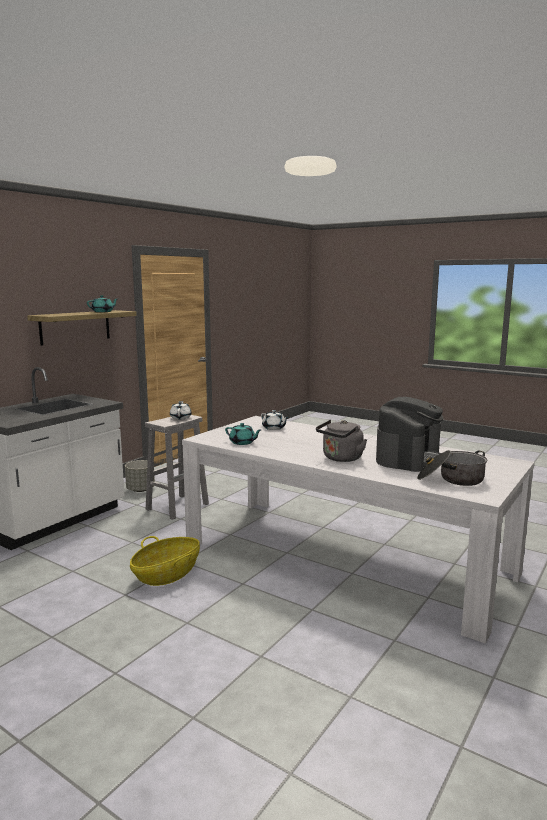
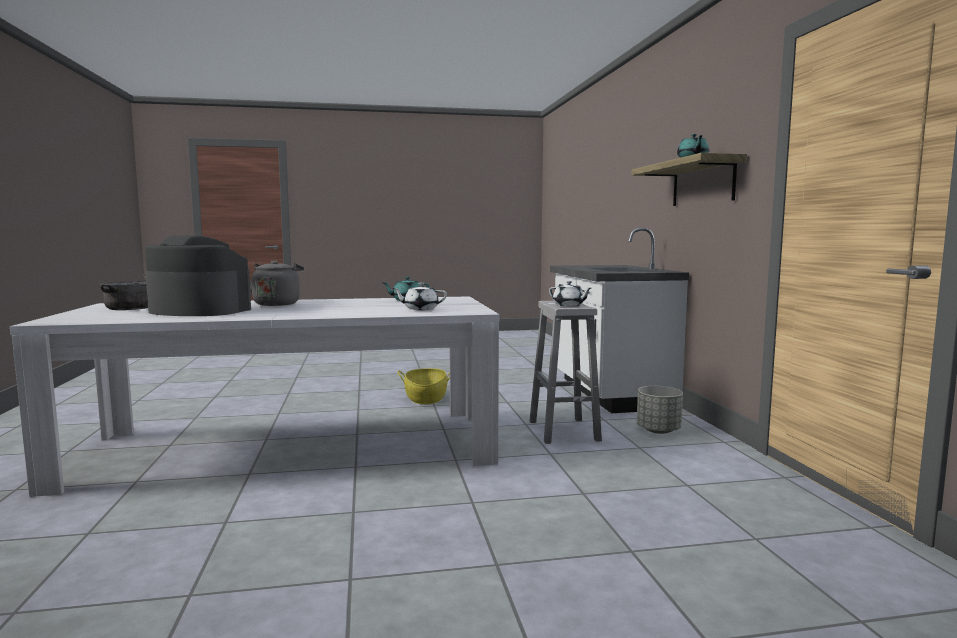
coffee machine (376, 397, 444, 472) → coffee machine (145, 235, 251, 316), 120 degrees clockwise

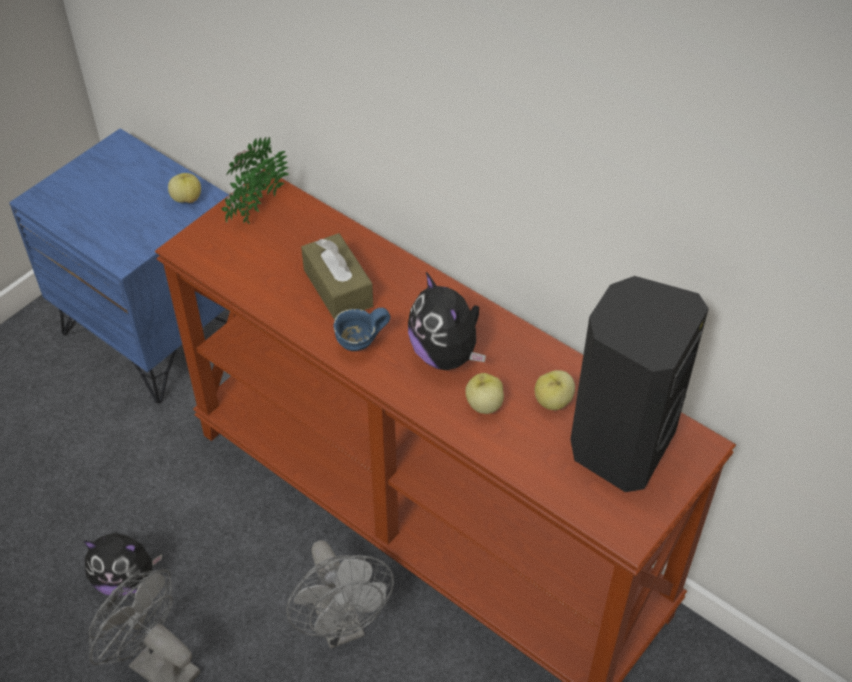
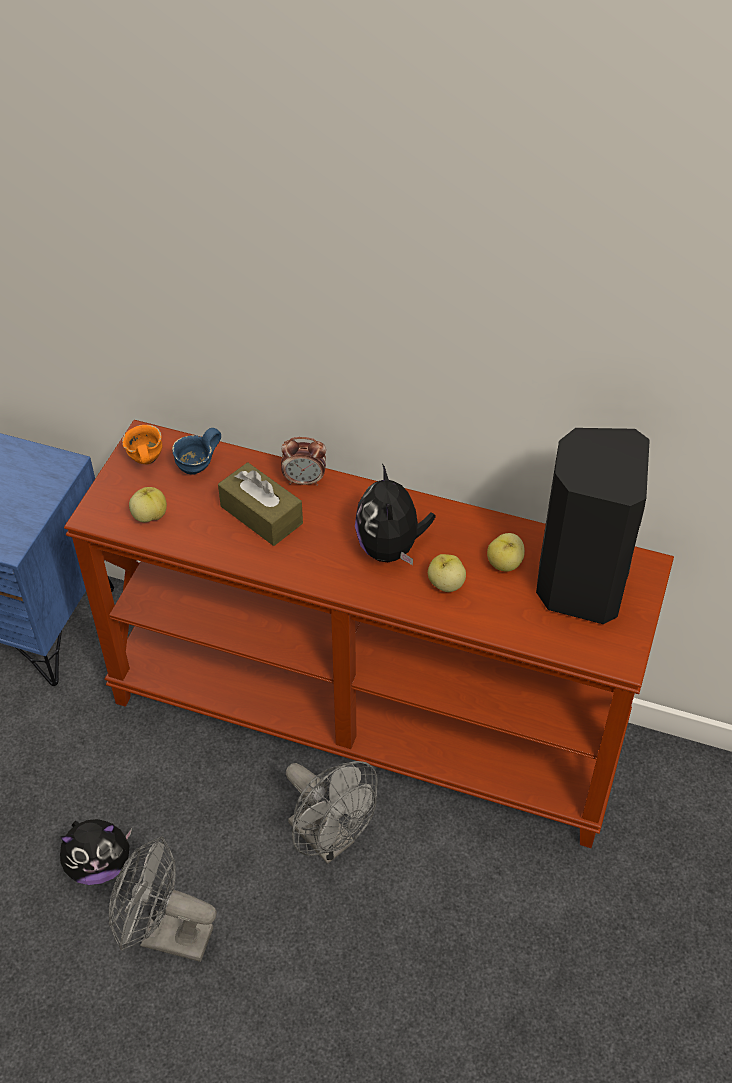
- → alarm clock (281, 437, 326, 486)
apple (168, 173, 201, 203) → apple (129, 487, 167, 522), move
blue mug (334, 308, 390, 351) → blue mug (172, 428, 221, 475), move
potted plant (221, 137, 289, 224) → orange mug (122, 425, 162, 464)
plush toy (408, 272, 486, 370) → plush toy (355, 464, 436, 565), 45 degrees clockwise

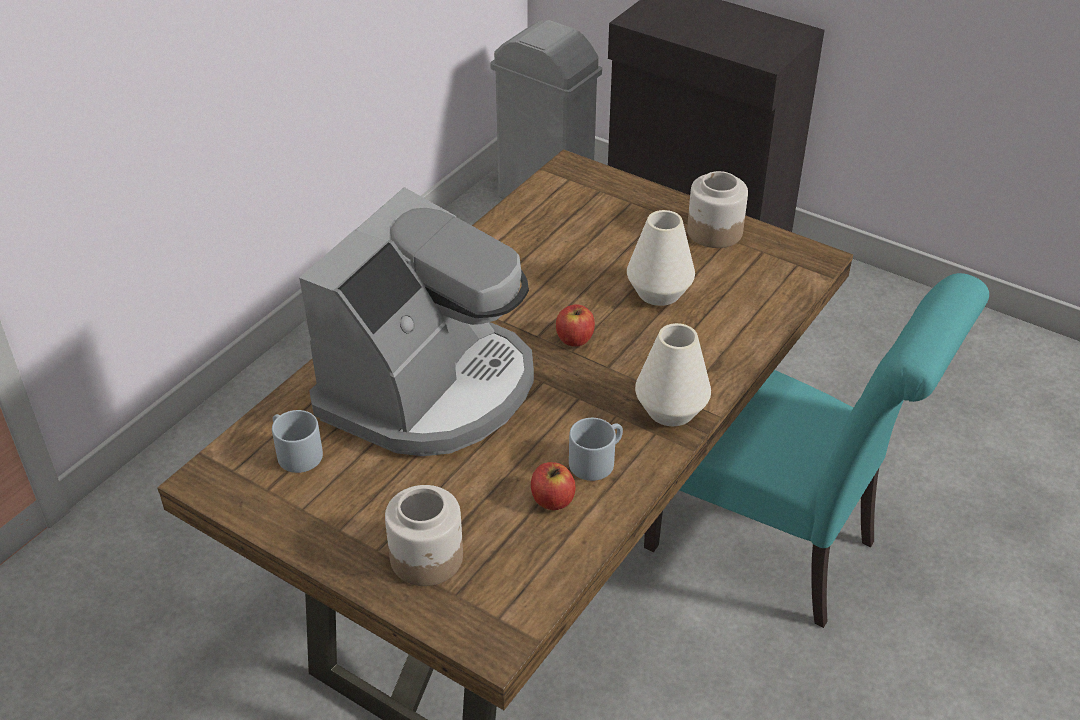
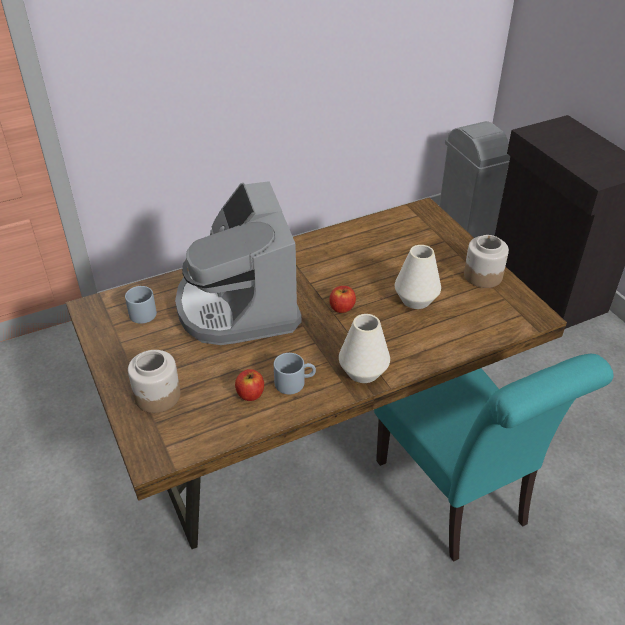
coffee machine (299, 187, 534, 456) → coffee machine (175, 181, 302, 345), 105 degrees clockwise

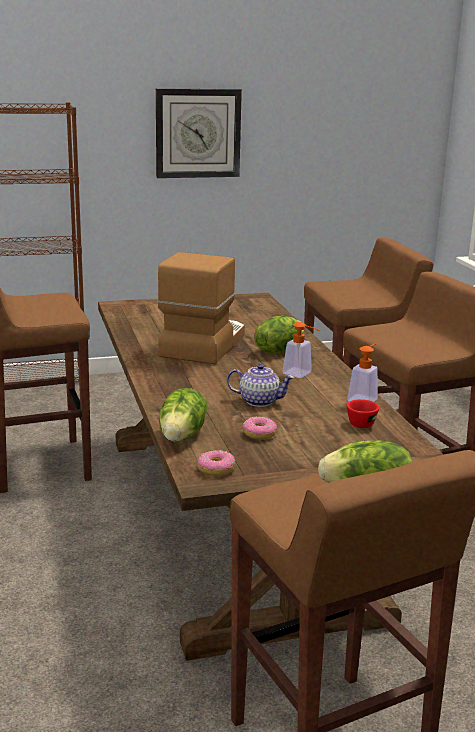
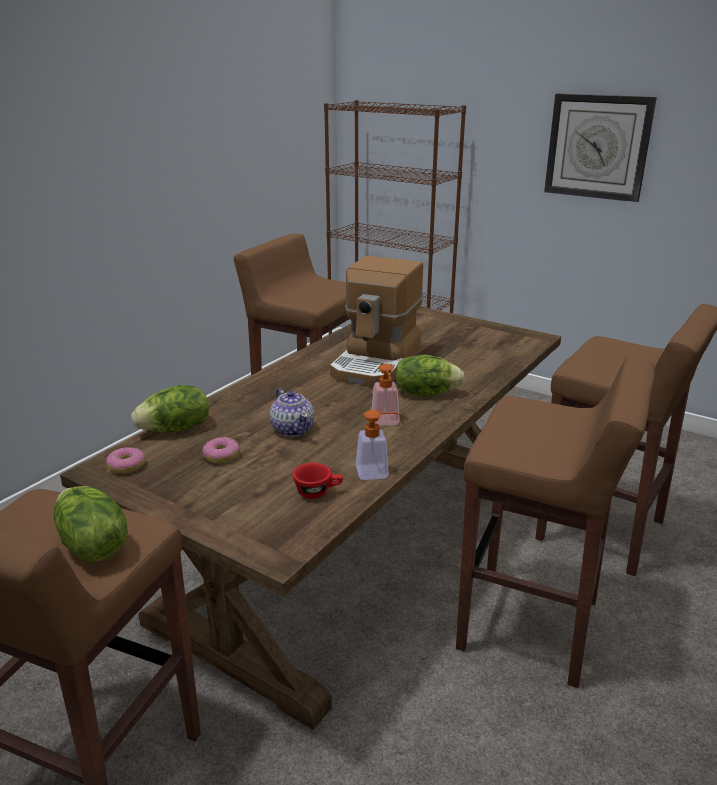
coffee machine (157, 252, 245, 364) → coffee machine (330, 256, 423, 388), 135 degrees clockwise

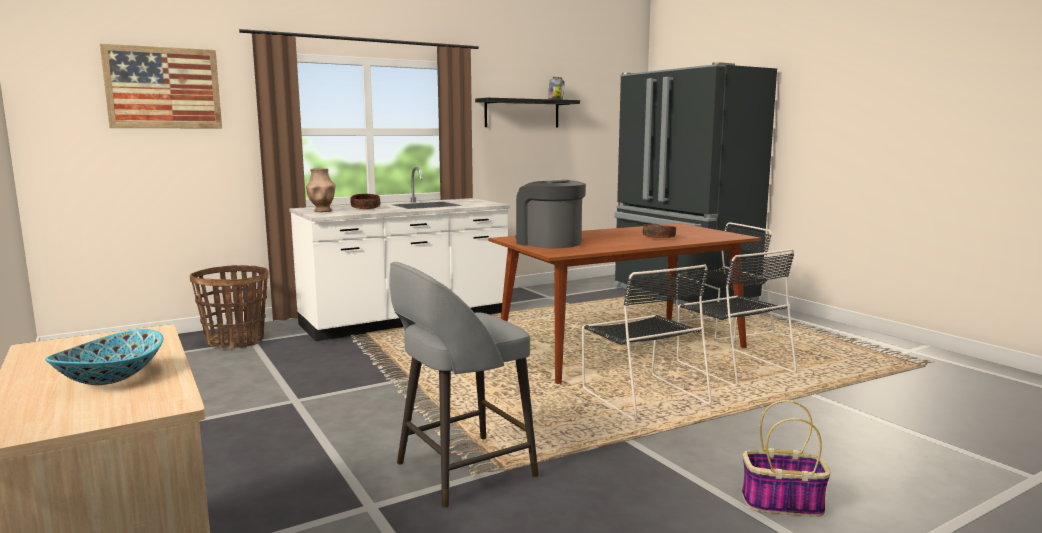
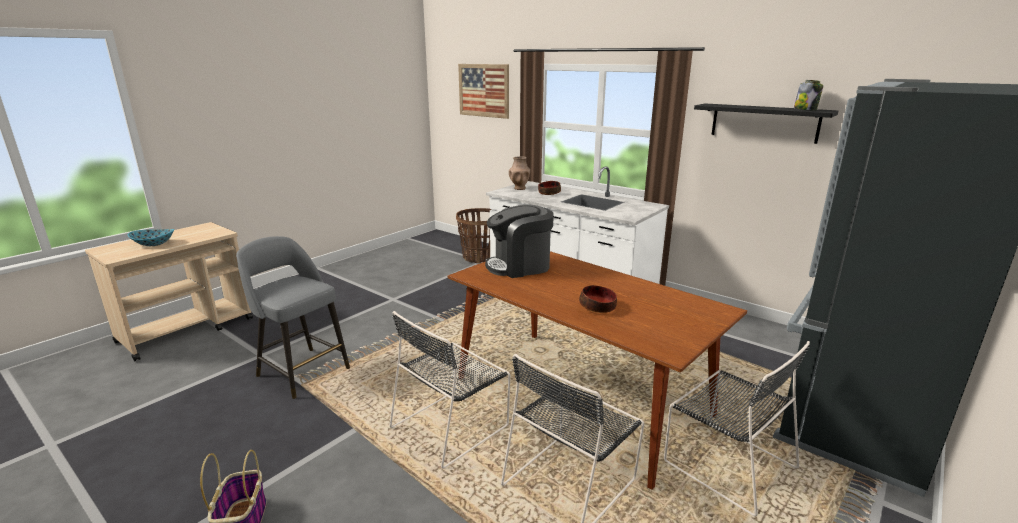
coffee machine (516, 180, 586, 249) → coffee machine (485, 205, 554, 278), 135 degrees counterclockwise

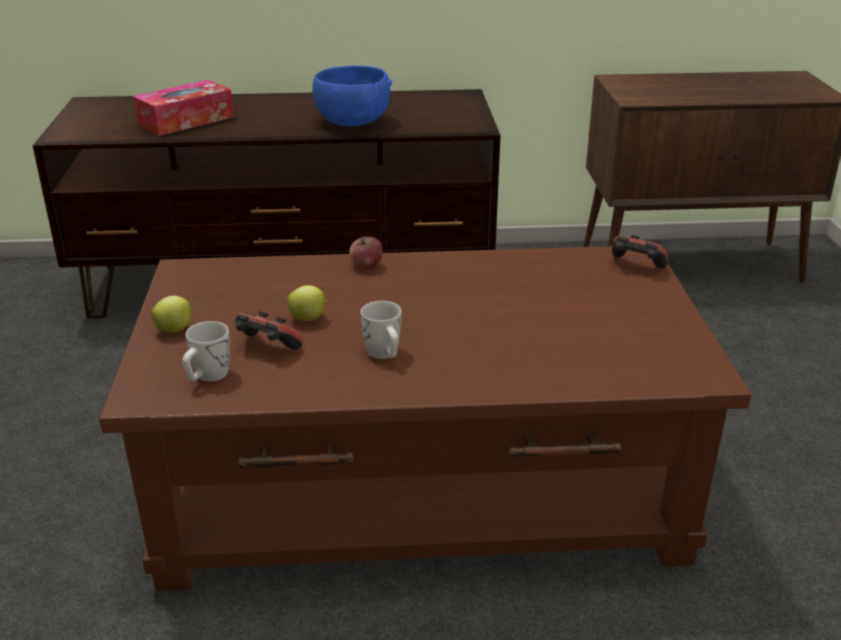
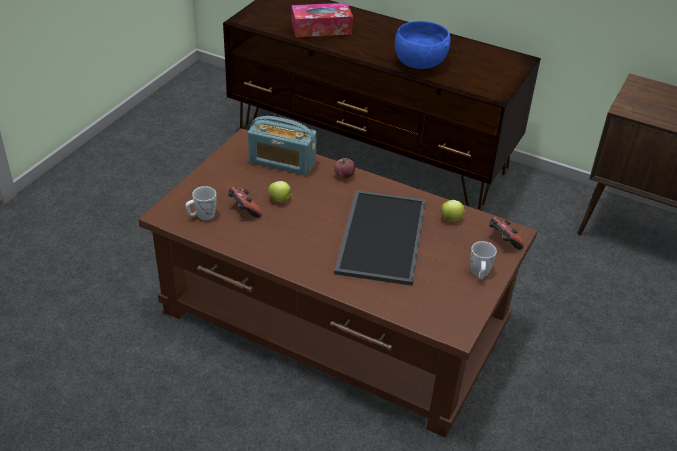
- → radio (248, 116, 317, 176)
- → tray (334, 190, 426, 286)
apple (151, 296, 194, 332) → apple (441, 200, 466, 222), move
white mug (361, 301, 401, 359) → white mug (470, 241, 497, 279), move

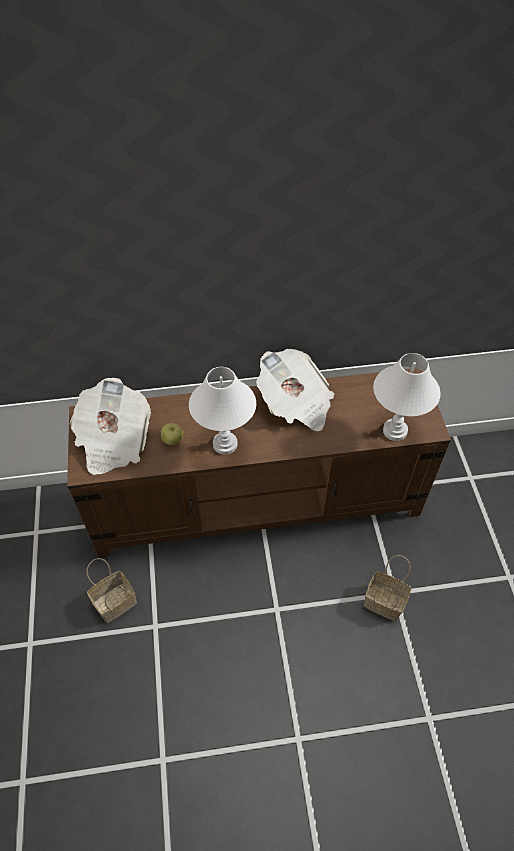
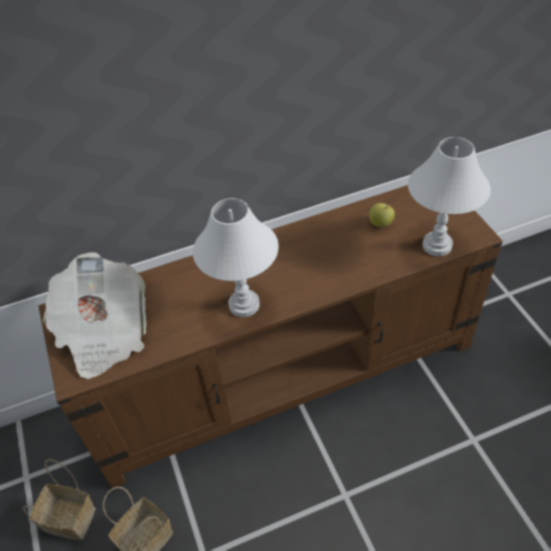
newspaper (256, 349, 334, 431) → -
apple (161, 423, 183, 445) → apple (369, 203, 395, 227), move
basket (364, 555, 411, 621) → basket (23, 459, 95, 540), move

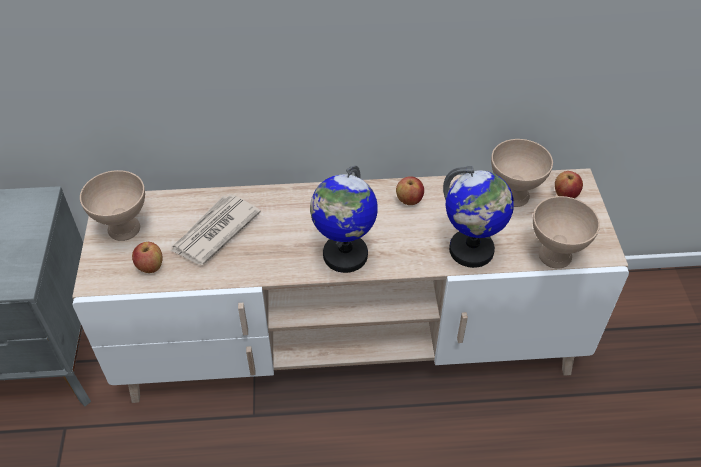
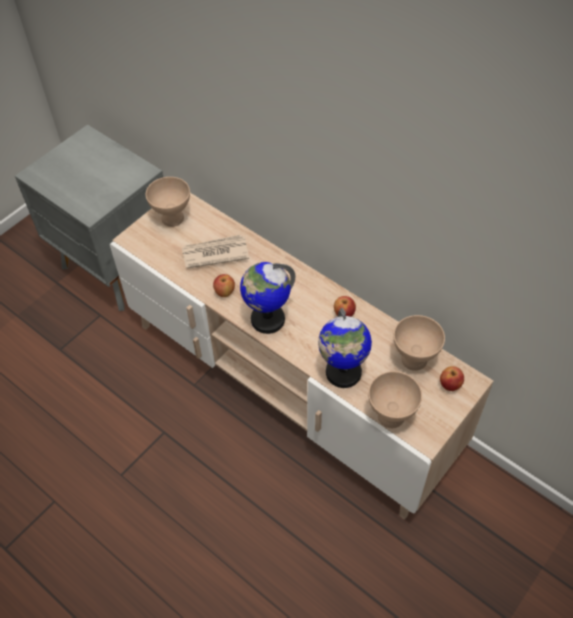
apple (132, 242, 163, 273) → apple (213, 274, 235, 297), move

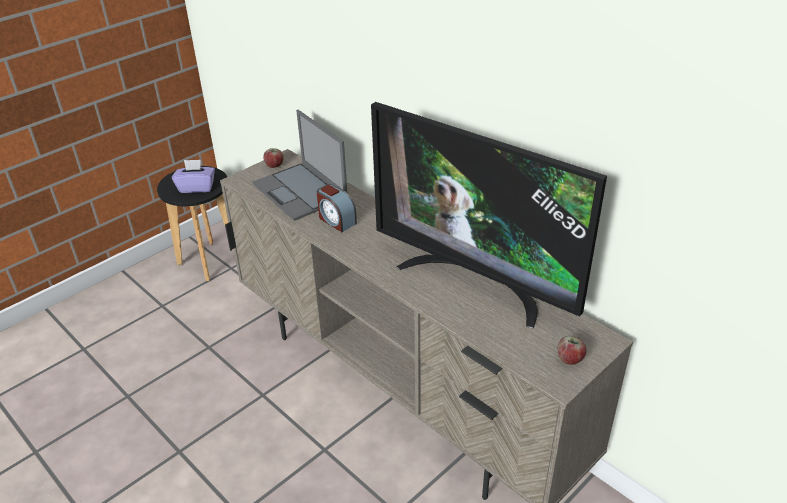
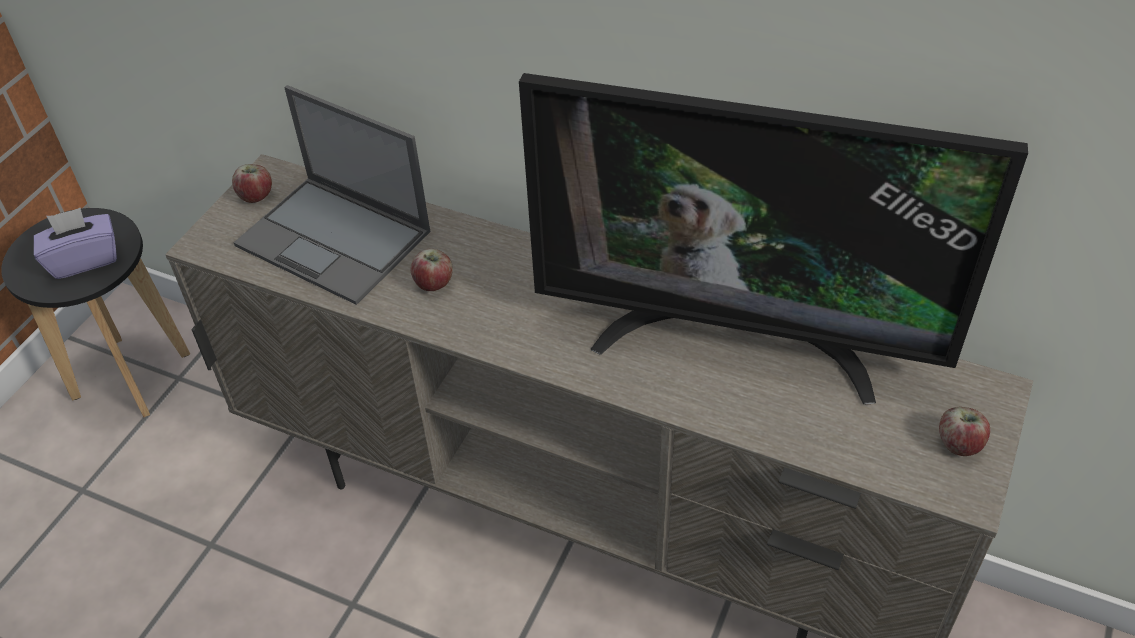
alarm clock (317, 184, 357, 232) → apple (411, 249, 453, 291)

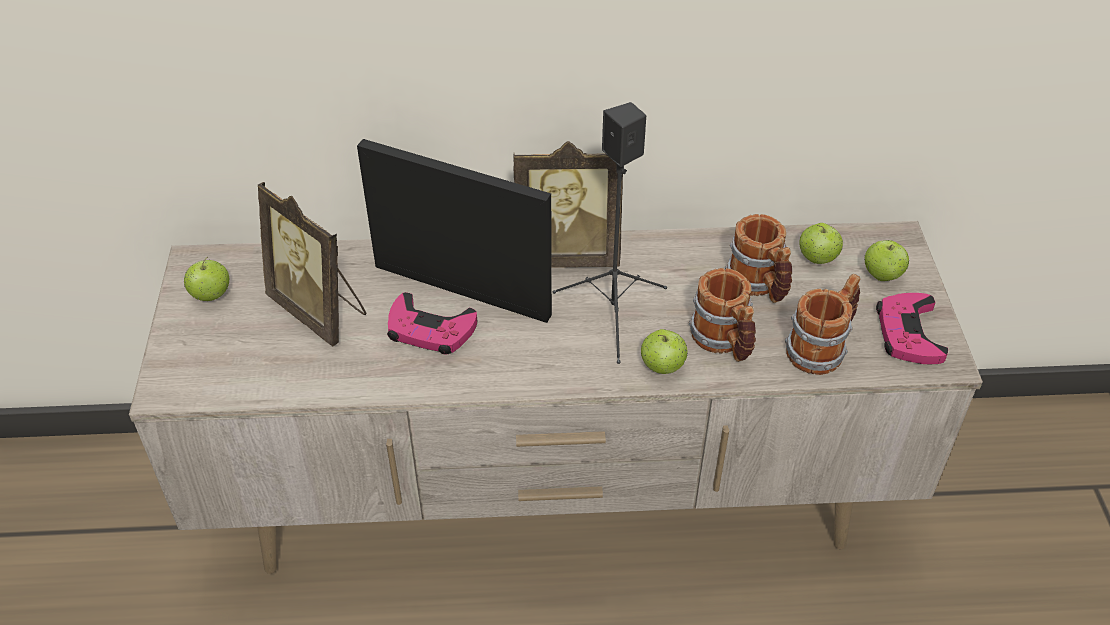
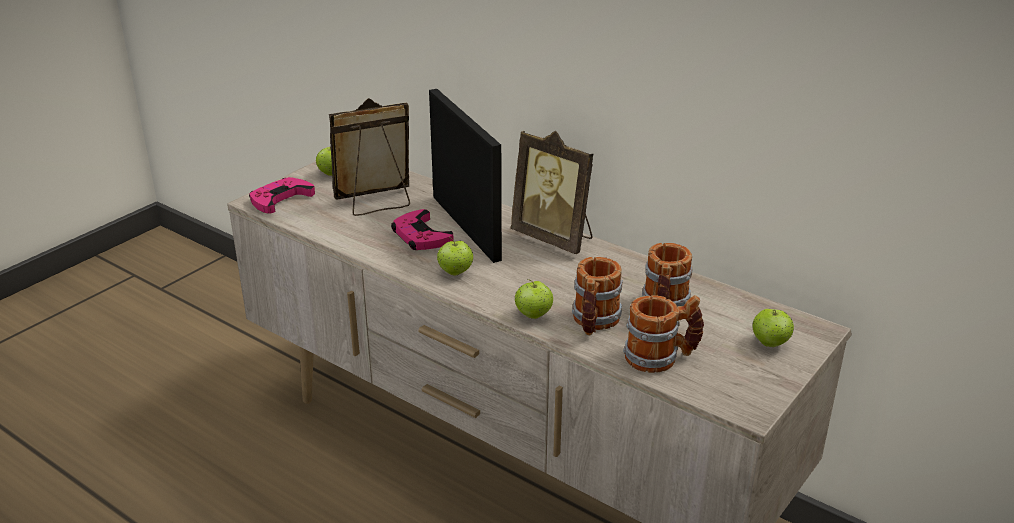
black speaker (553, 102, 667, 364) → -
apple (799, 223, 843, 264) → apple (437, 237, 474, 276), move
pink game controller (876, 293, 948, 364) → pink game controller (249, 177, 315, 214), move
picture frame (258, 182, 366, 346) → picture frame (329, 98, 410, 216), 75 degrees clockwise

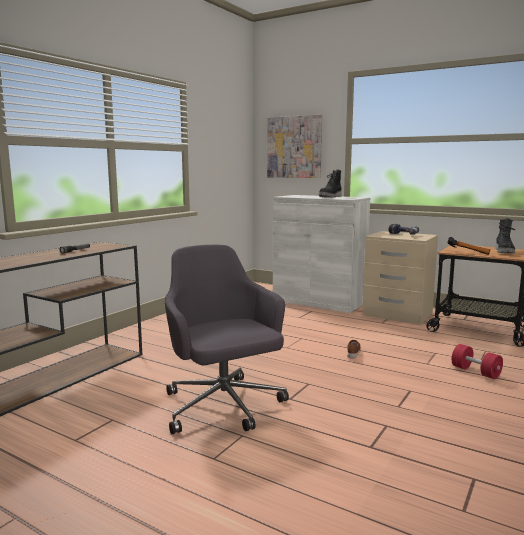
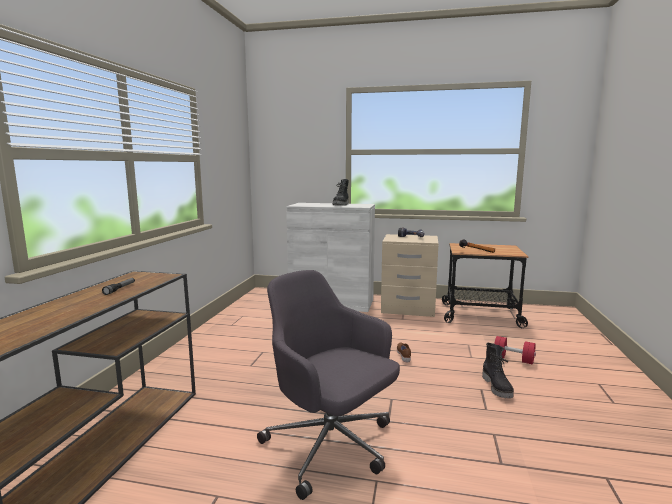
picture (267, 114, 322, 178) → -
black boot (496, 218, 515, 253) → black boot (482, 343, 514, 398), move

